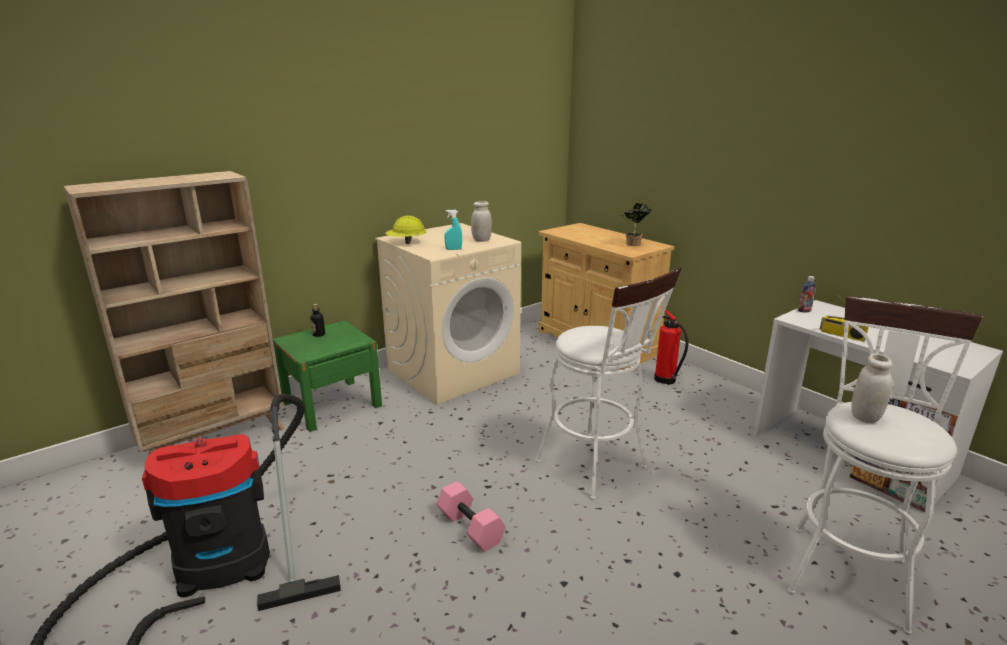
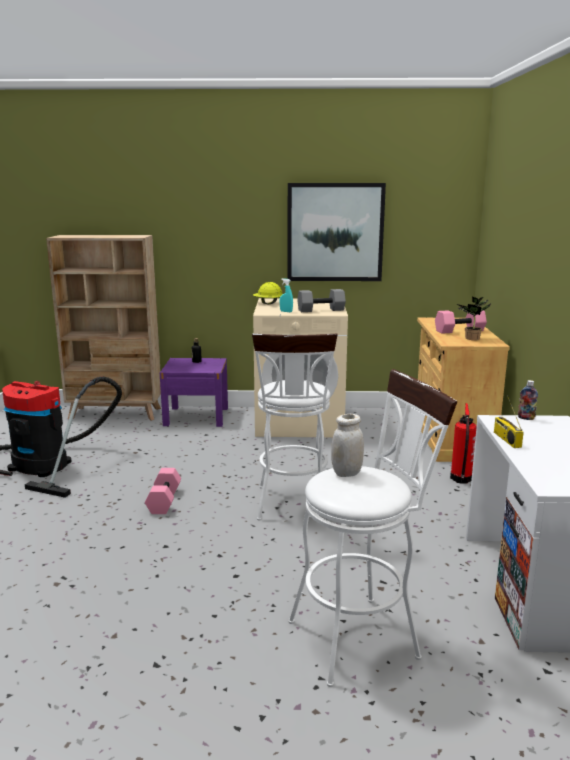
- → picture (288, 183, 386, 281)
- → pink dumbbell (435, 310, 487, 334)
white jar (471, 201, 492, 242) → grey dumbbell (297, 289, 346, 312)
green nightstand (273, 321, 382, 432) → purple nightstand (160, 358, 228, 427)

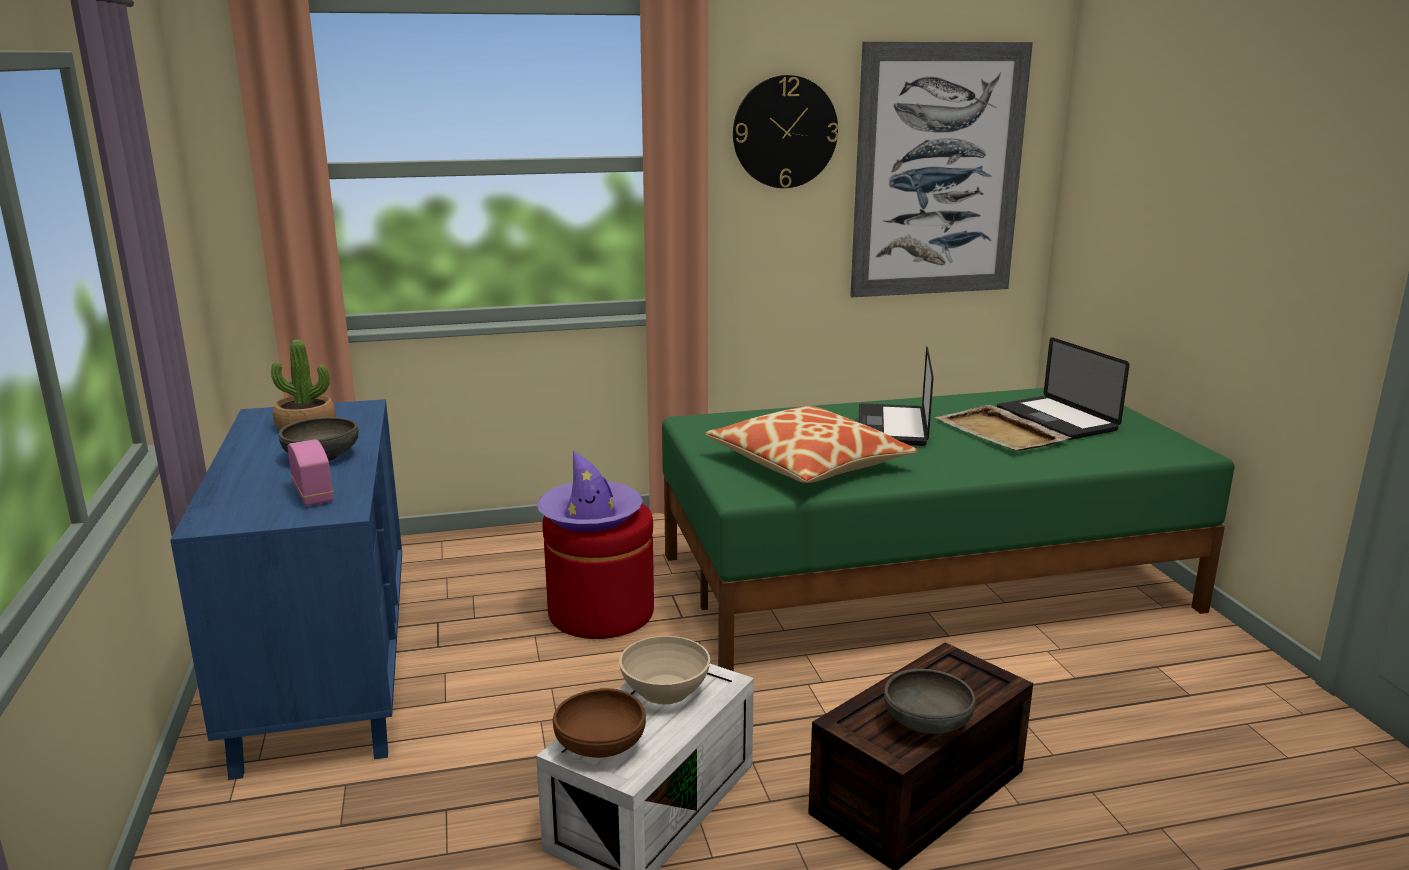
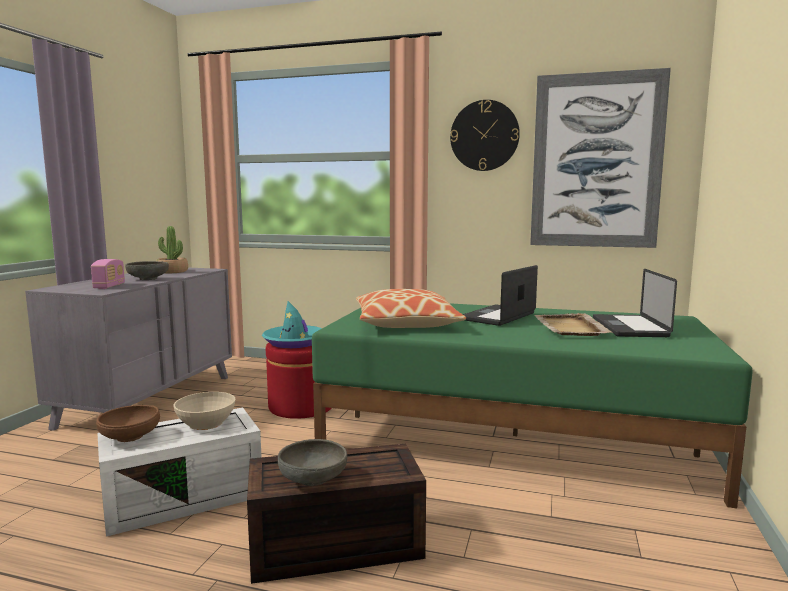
blue dresser (170, 399, 402, 780) → grey dresser (25, 267, 232, 431)
purple hat (537, 450, 643, 532) → turquoise hat (262, 301, 322, 348)

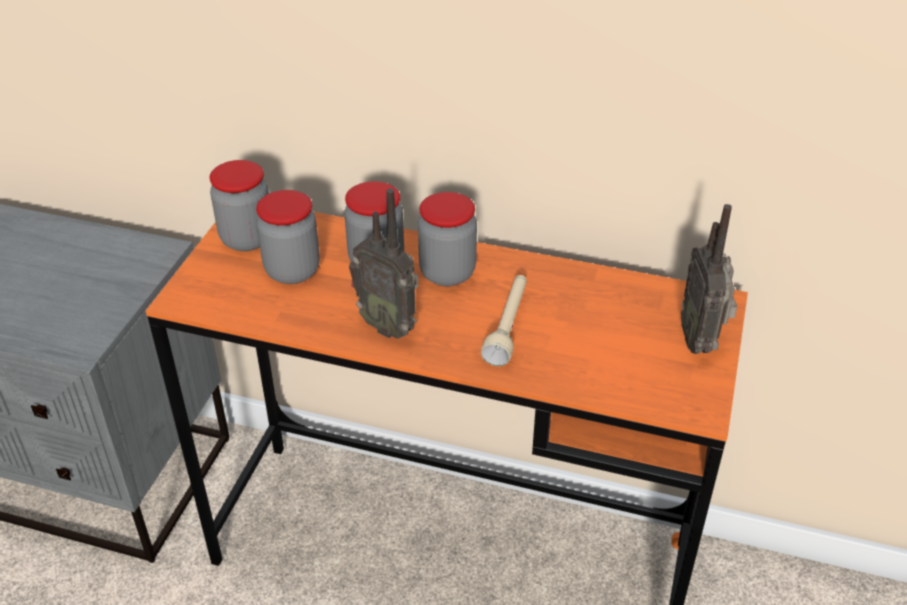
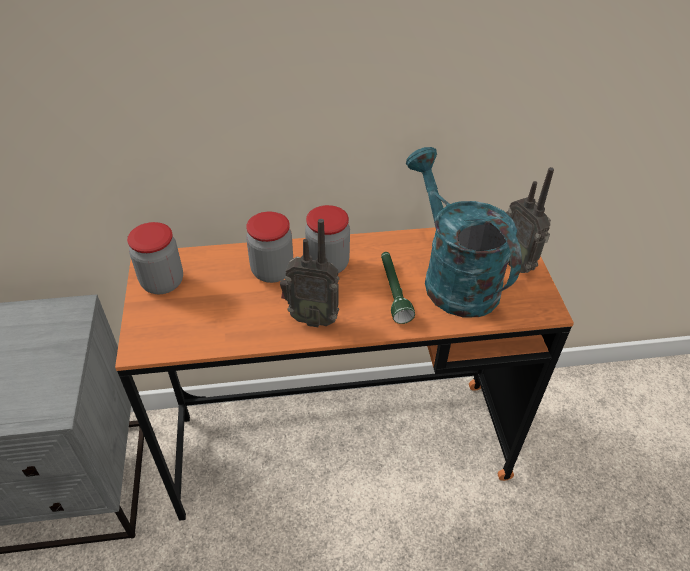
jar (256, 190, 320, 284) → -
- → turquoise watering can (406, 147, 522, 318)
beige flashlight (481, 275, 527, 366) → green flashlight (381, 252, 415, 324)

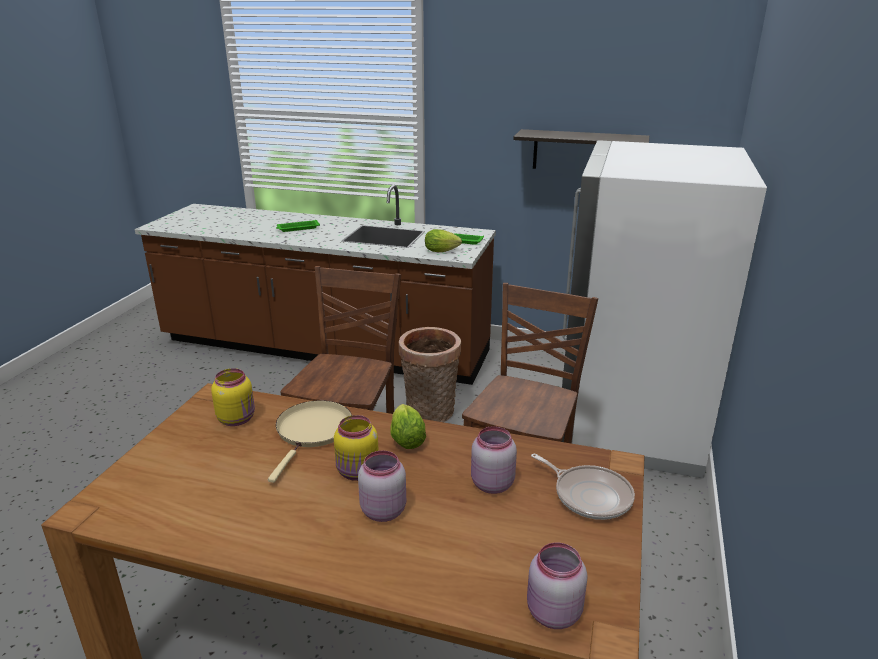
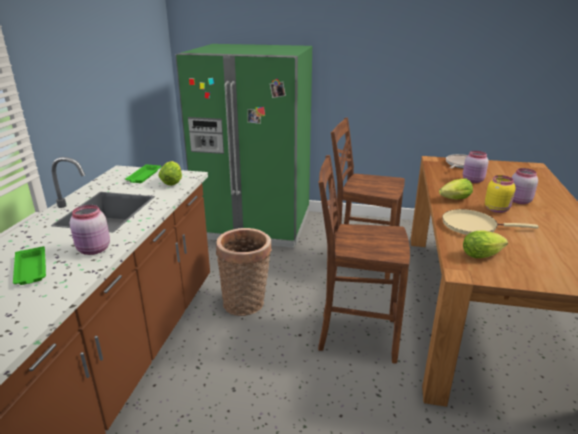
shelf (513, 129, 649, 169) → -
pink jar (527, 542, 588, 629) → pink jar (70, 205, 110, 255), move
yellow jar (211, 368, 255, 426) → lettuce (463, 231, 508, 258)
white fridge (562, 140, 767, 479) → green fridge (176, 44, 312, 248)

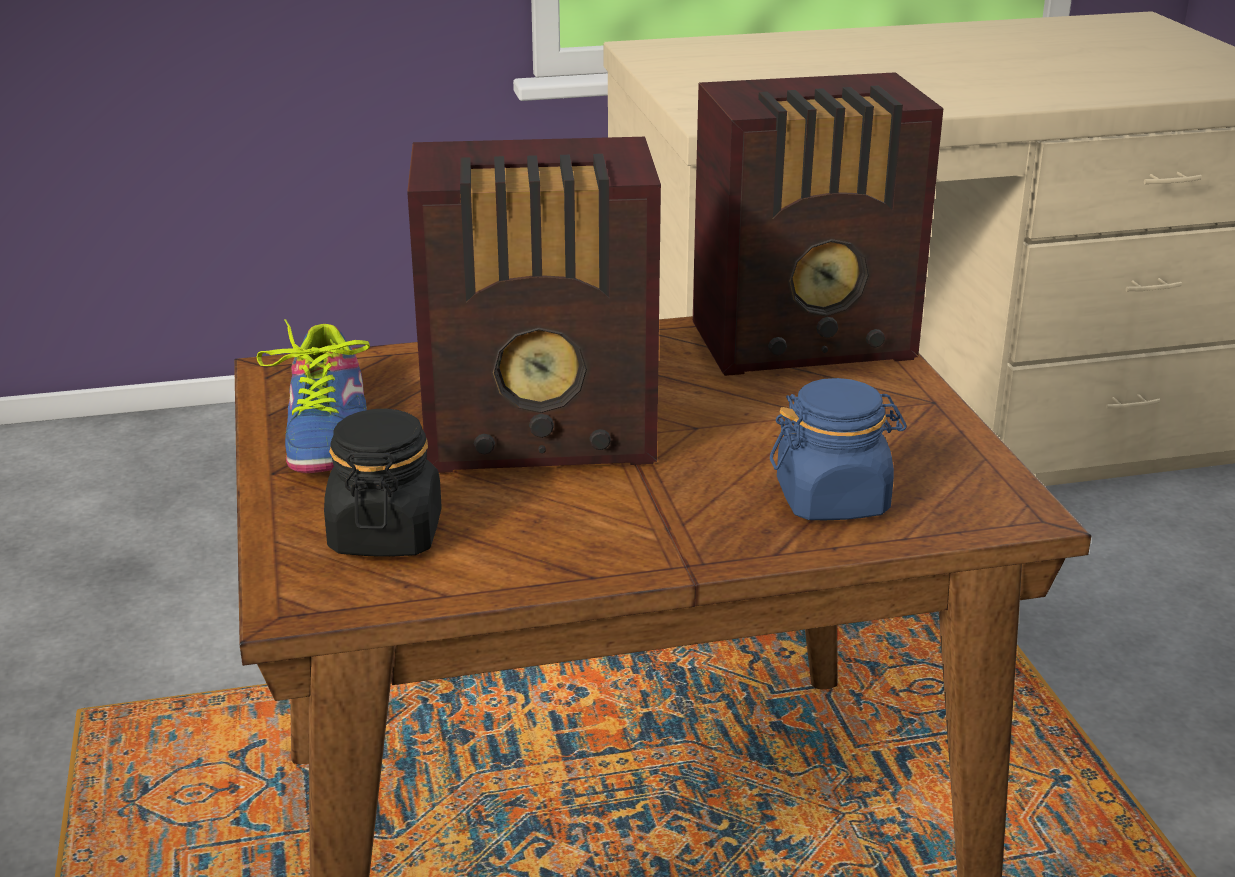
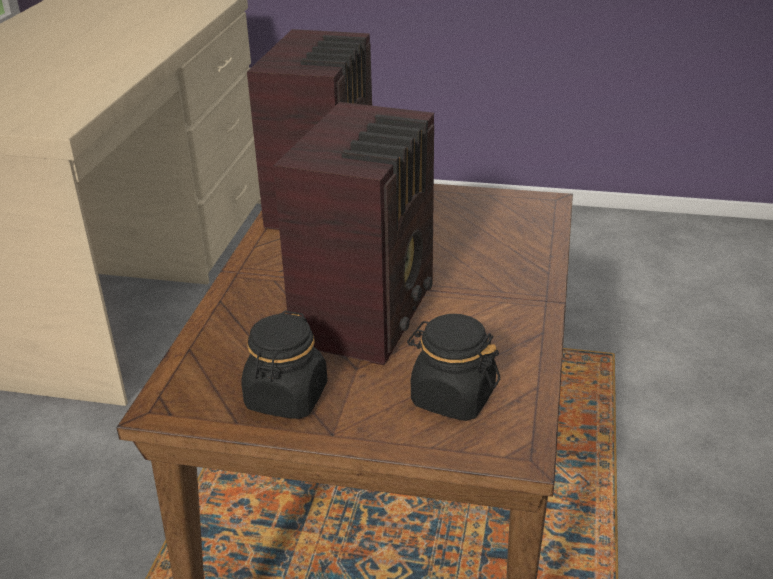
blue jar (770, 378, 907, 520) → -
shoe (257, 319, 370, 473) → black jar (241, 311, 328, 419)

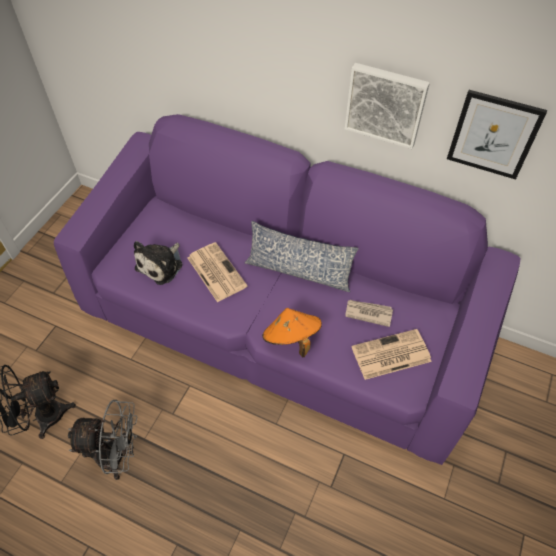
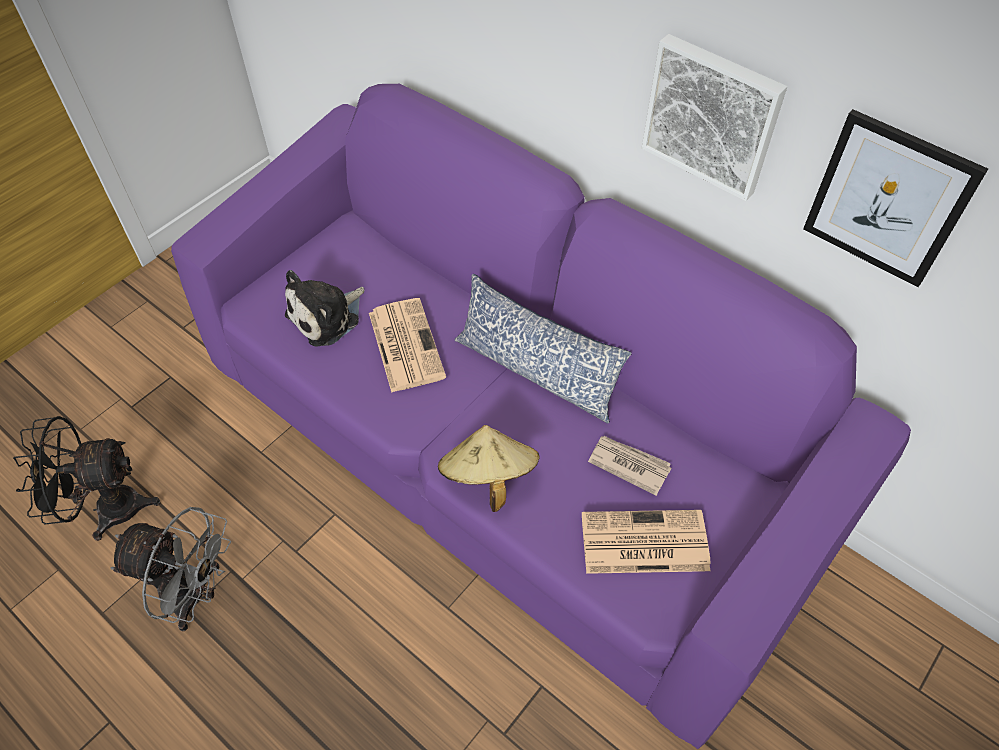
orange hat (262, 308, 322, 358) → beige hat (438, 425, 540, 512)

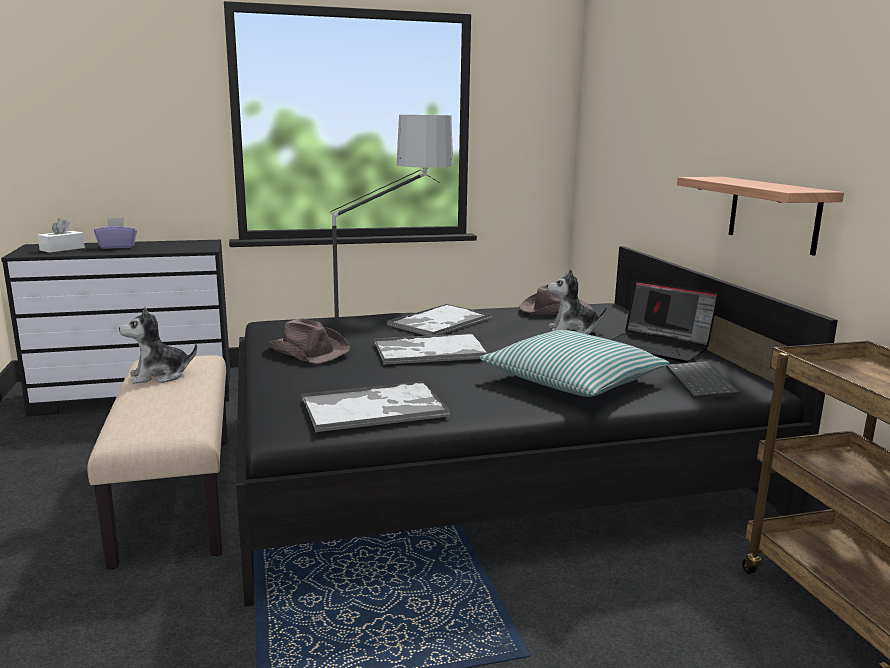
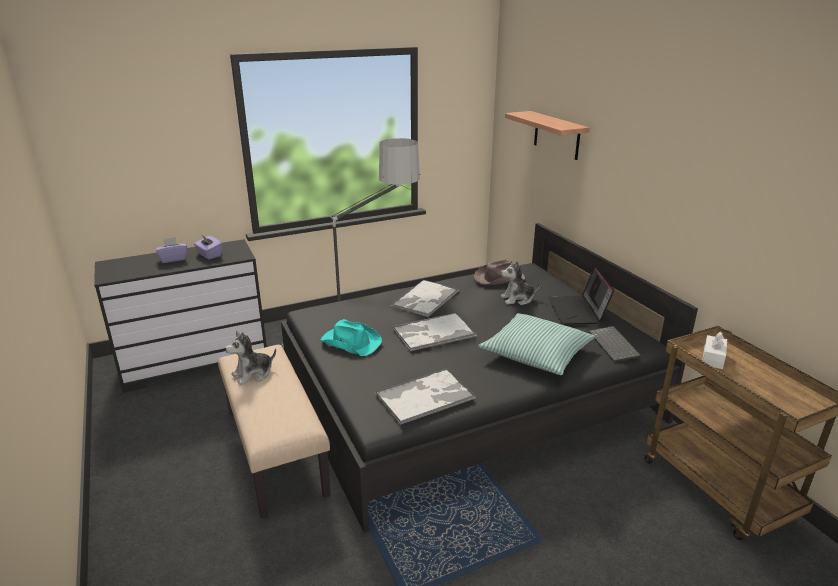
- → purple tissue box (194, 234, 222, 260)
white tissue box (38, 218, 85, 253) → white tissue box (702, 332, 727, 369), move
shelf (677, 177, 844, 256) → shelf (505, 111, 590, 160), move
brown hat (266, 318, 350, 364) → turquoise hat (321, 319, 382, 356)
laptop (610, 280, 719, 363) → laptop (548, 265, 614, 325), 60 degrees clockwise

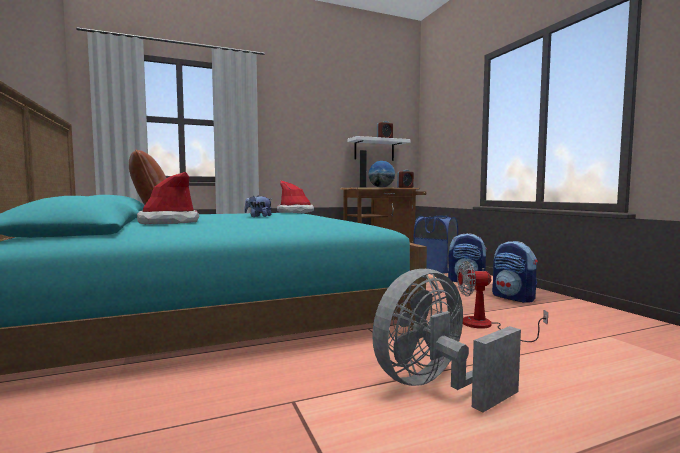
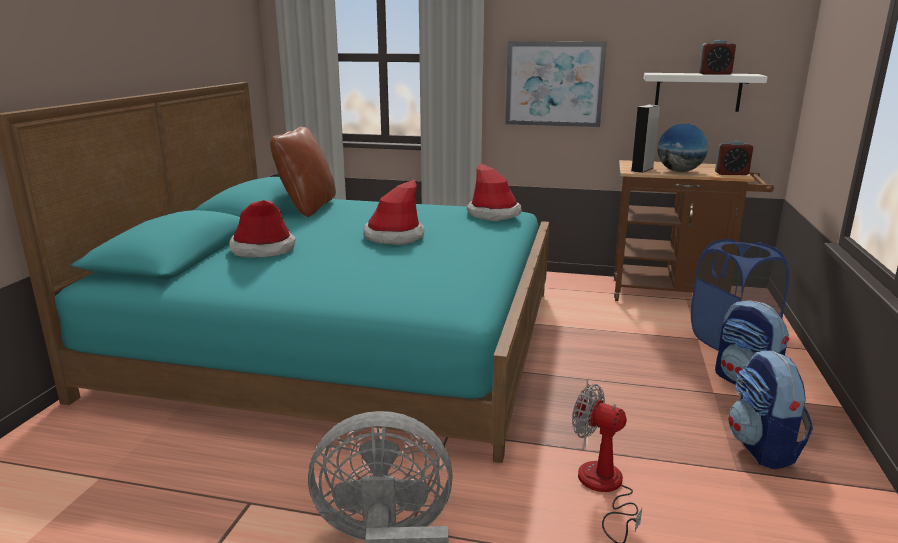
- → picture (505, 41, 607, 127)
plush toy (244, 196, 271, 217) → hat (363, 180, 424, 245)

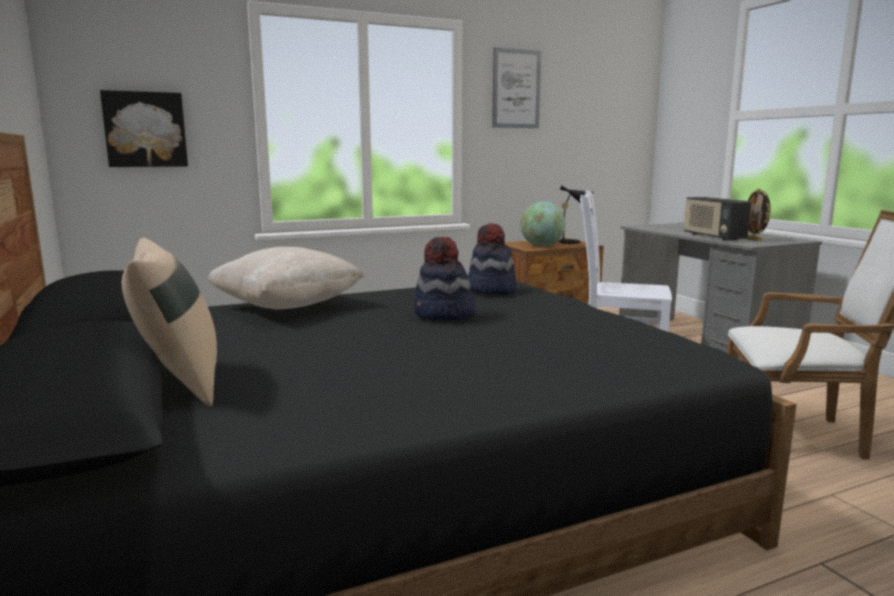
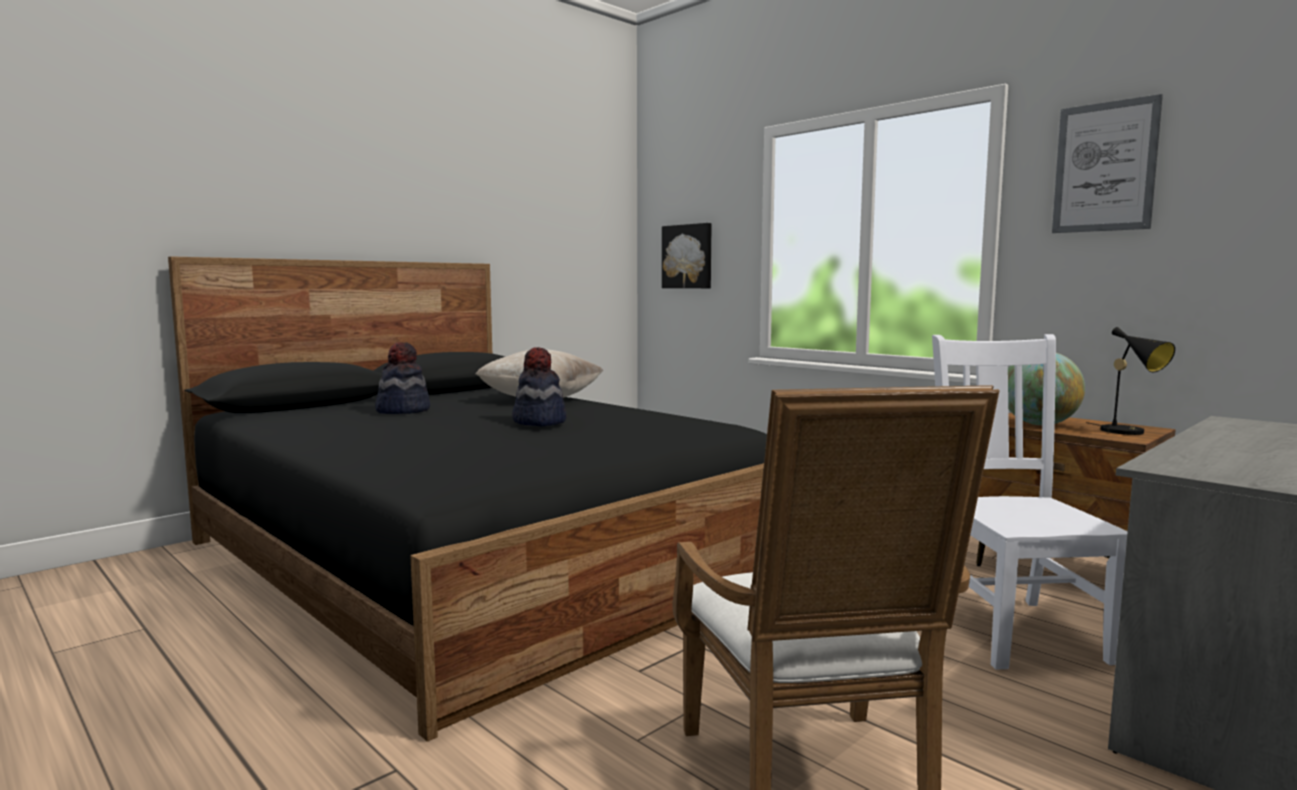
beige pillow (122, 238, 217, 407) → -
radio (683, 197, 751, 240) → -
picture frame (746, 188, 771, 241) → -
hat (468, 223, 516, 295) → hat (375, 342, 430, 414), move

